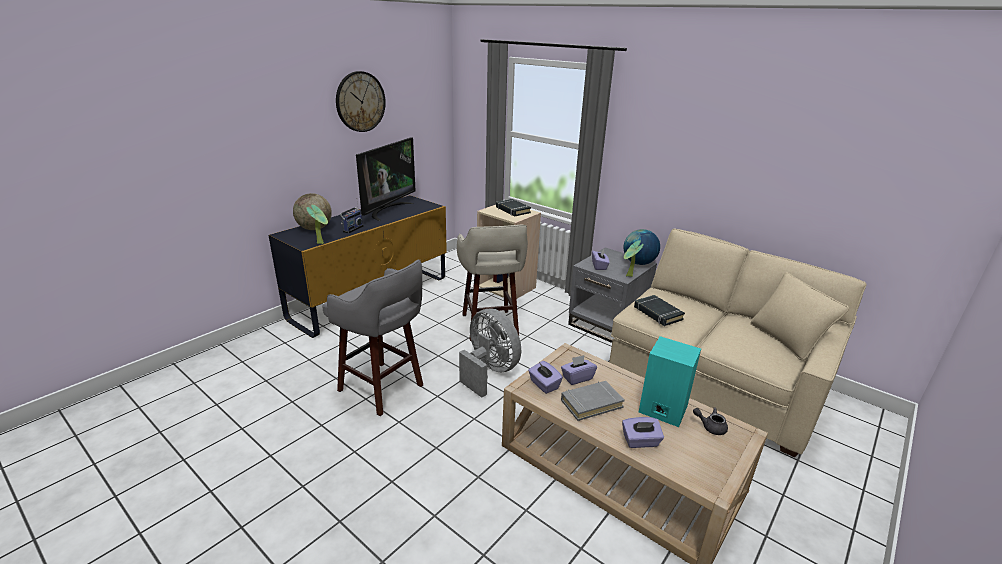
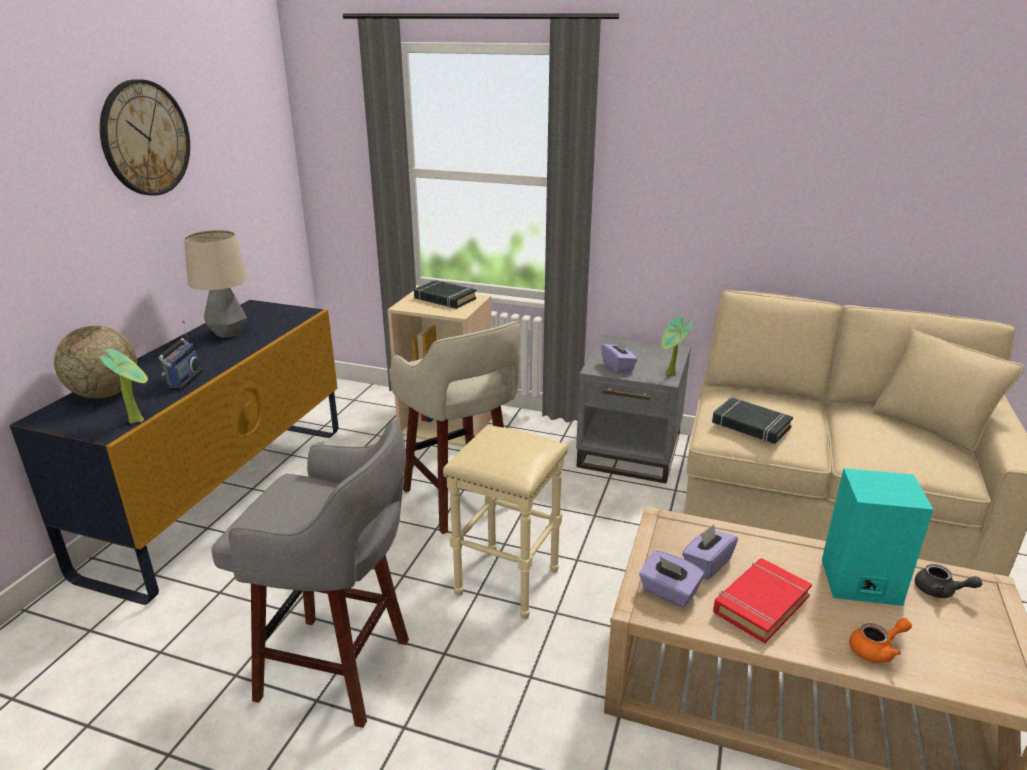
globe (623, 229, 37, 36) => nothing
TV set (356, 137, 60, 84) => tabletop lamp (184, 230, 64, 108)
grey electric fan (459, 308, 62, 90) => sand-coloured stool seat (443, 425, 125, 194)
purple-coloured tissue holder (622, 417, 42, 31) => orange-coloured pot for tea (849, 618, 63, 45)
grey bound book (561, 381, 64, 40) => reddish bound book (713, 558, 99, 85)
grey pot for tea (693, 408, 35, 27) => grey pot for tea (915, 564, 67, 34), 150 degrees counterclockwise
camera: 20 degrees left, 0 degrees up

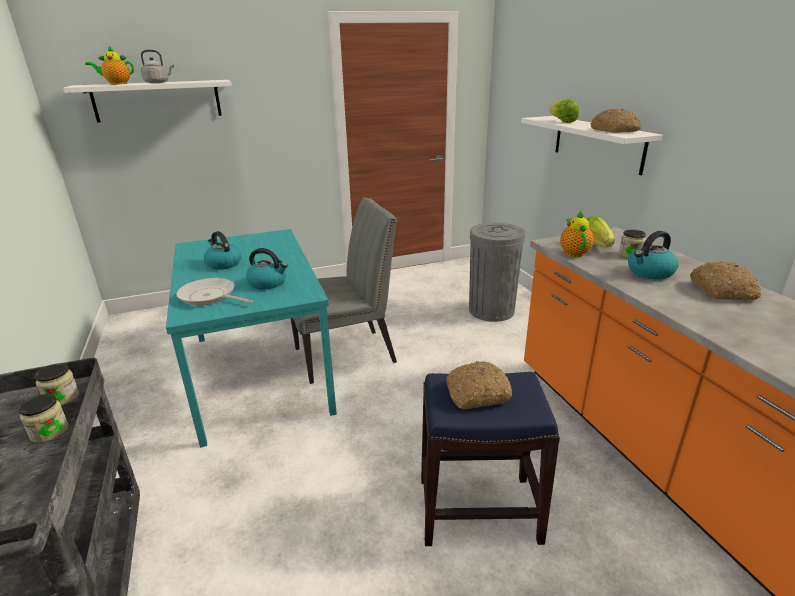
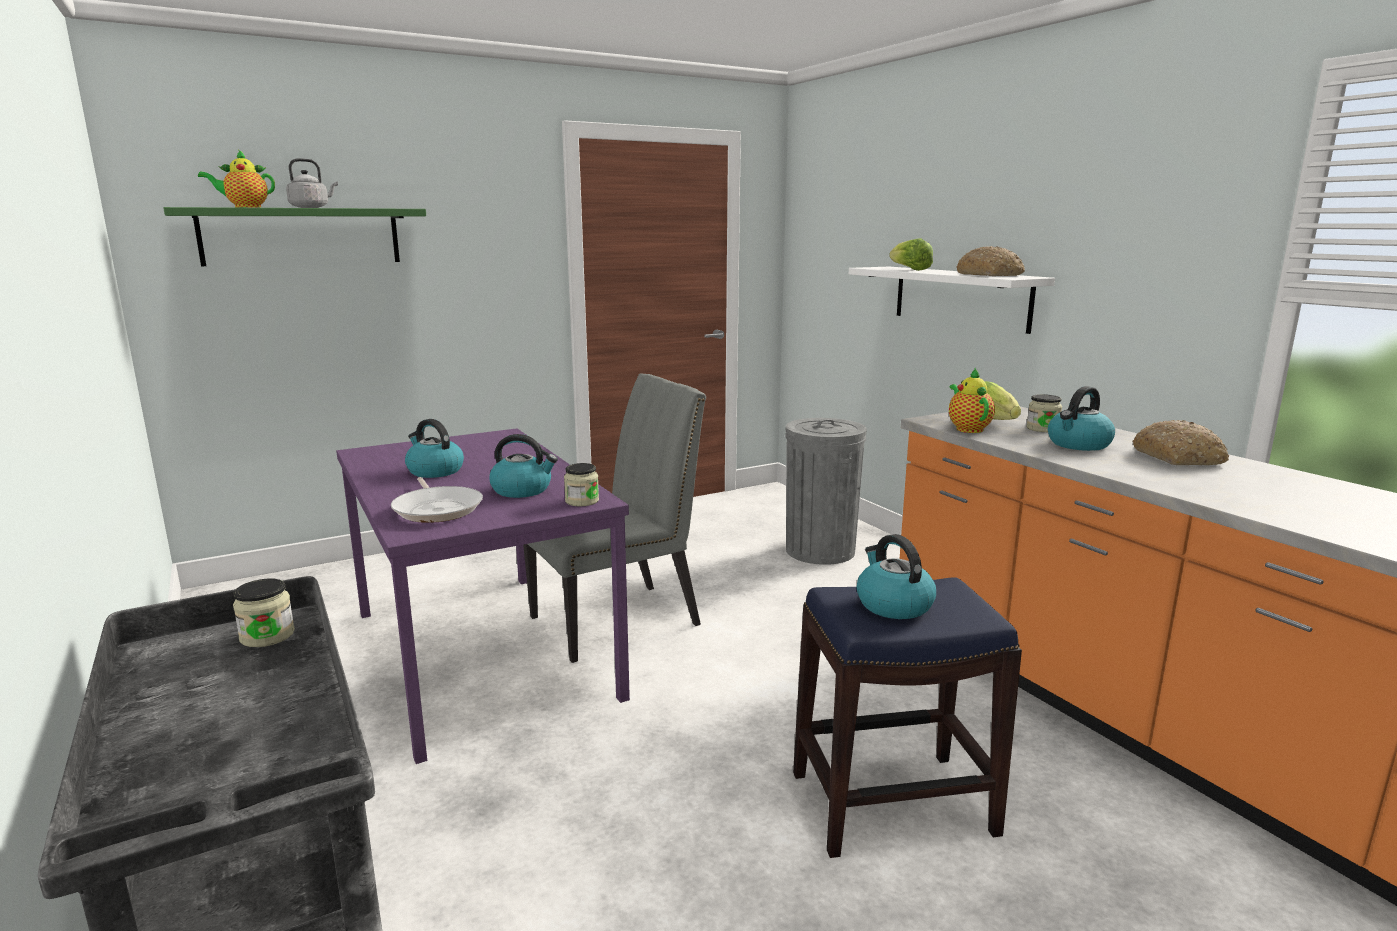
jar (19, 394, 50, 49) => jar (564, 463, 35, 43), moved
bakery bread (446, 361, 66, 48) => water kettle (857, 534, 79, 85)
whitish shelf (63, 80, 168, 43) => green-coloured shelf (163, 207, 263, 59)
turquoise dining table (166, 229, 171, 219) => purple-coloured dining table (336, 428, 294, 336)
skillet (176, 278, 77, 27) => skillet (391, 477, 92, 46), 135 degrees counterclockwise
camera: 10 degrees left, 10 degrees down

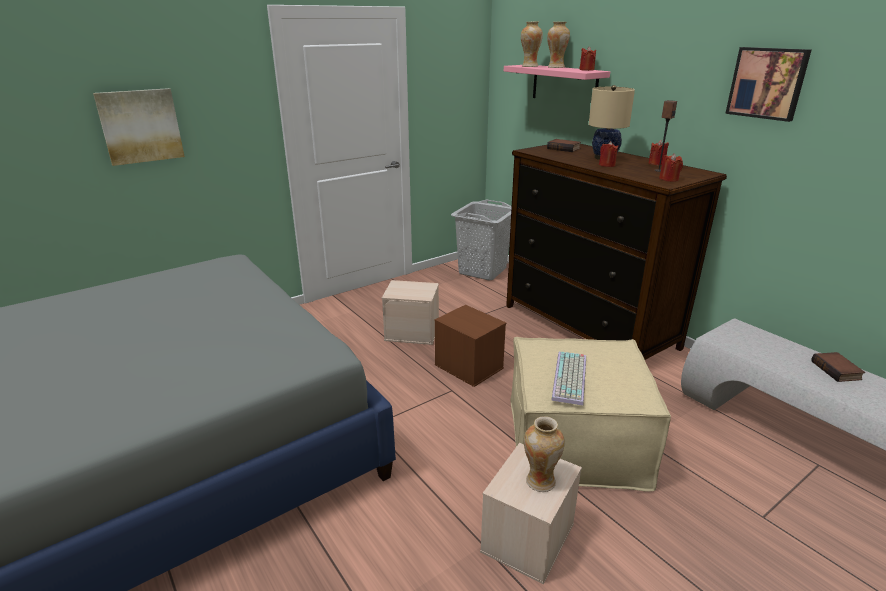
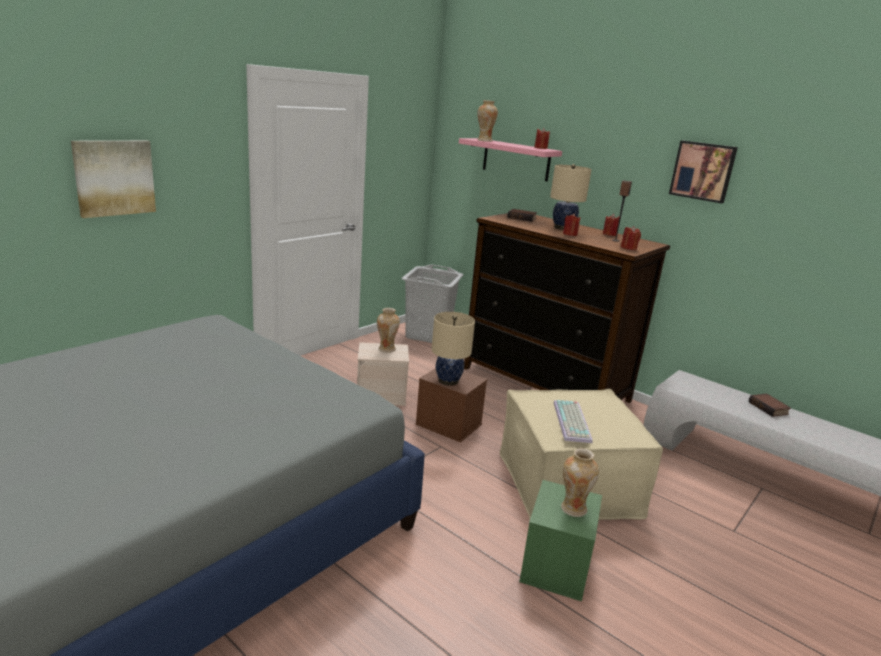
nothing => sand-coloured tabletop lamp (431, 312, 44, 74)
vase (547, 22, 23, 46) => vase (377, 308, 23, 45), moved
sand-coloured storage container (480, 443, 102, 141) => green-coloured storage container (519, 480, 83, 121)
camera: 15 degrees left, 5 degrees down

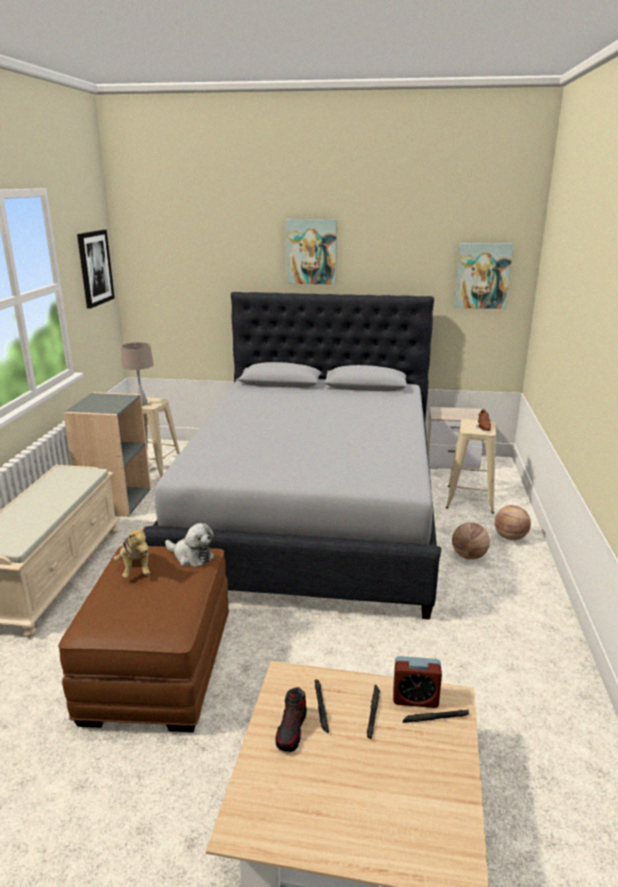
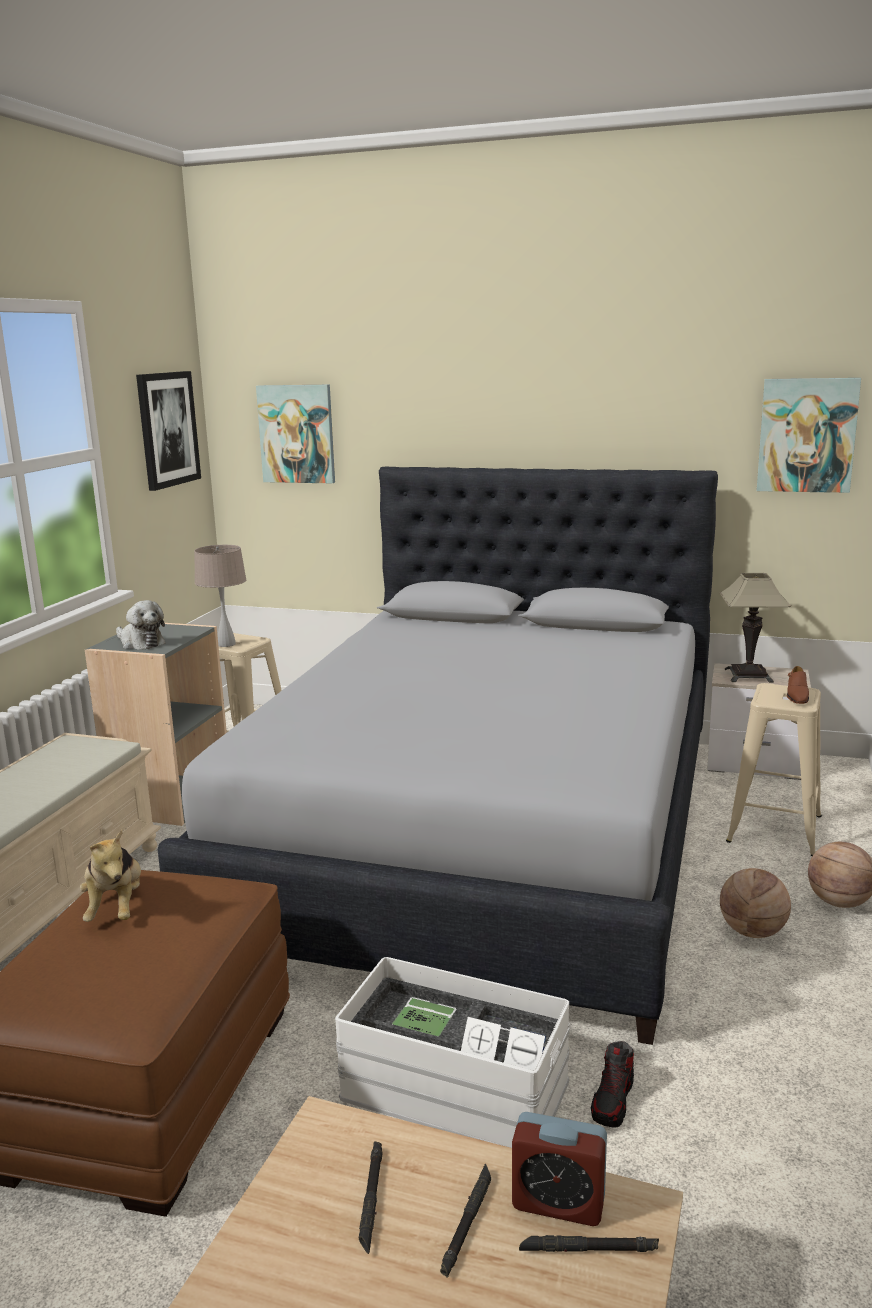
nothing => whitish storage container (335, 957, 235, 191)
nothing => tabletop lamp (720, 573, 71, 110)
plush toy (165, 523, 49, 44) => plush toy (116, 600, 50, 50), moved
shoe (275, 687, 32, 65) => shoe (591, 1041, 43, 87), moved
wall art (286, 219, 51, 66) => wall art (256, 385, 79, 98), moved
camera: 10 degrees right, 5 degrees down

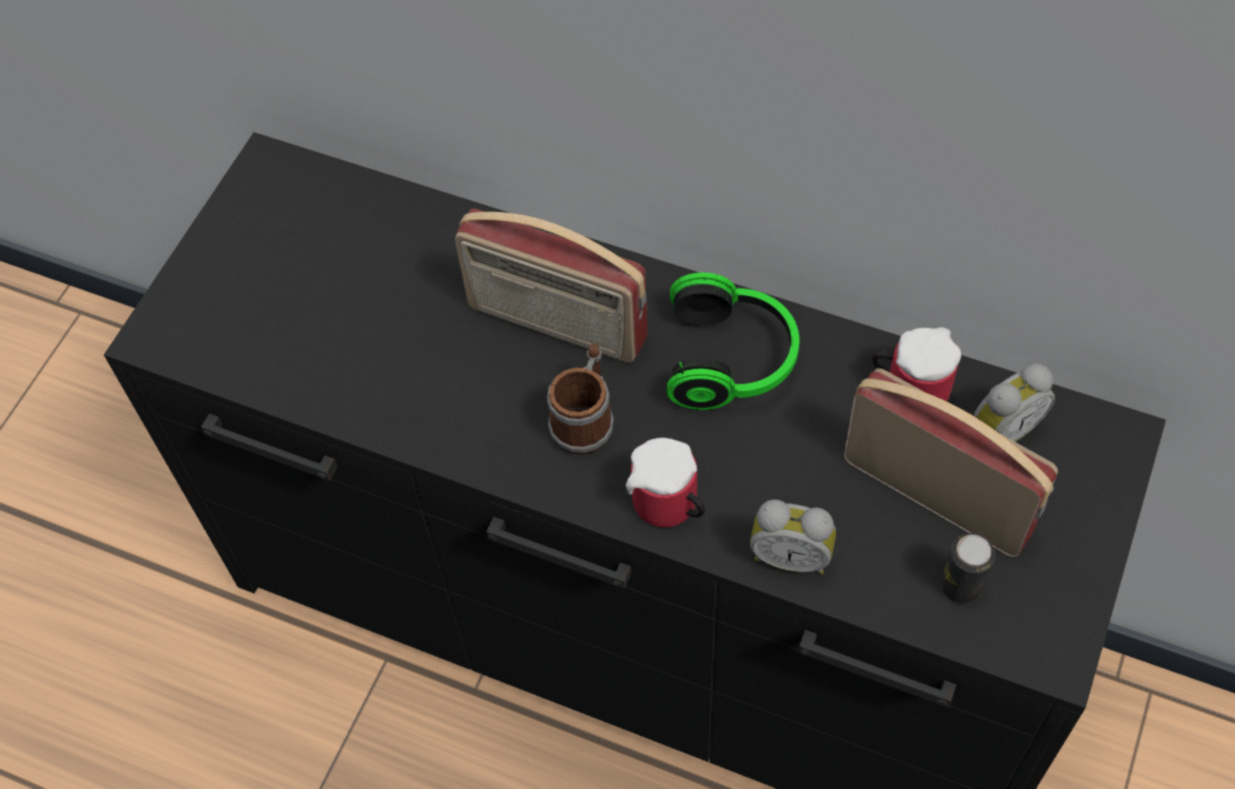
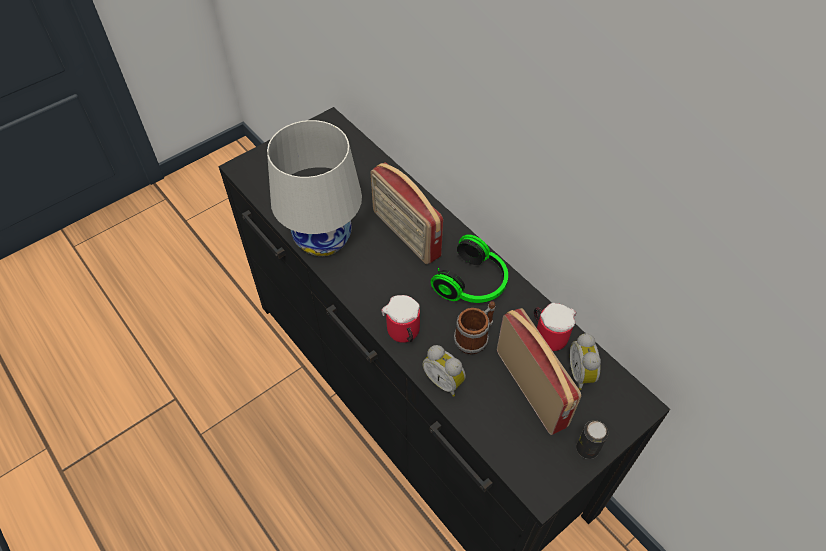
nothing => whitish tabletop lamp (267, 120, 95, 136)
coffee mug (547, 344, 67, 111) => coffee mug (454, 301, 42, 53), moved
sealed can (940, 533, 55, 71) => sealed can (576, 420, 32, 39), moved
alarm clock (974, 364, 81, 78) => alarm clock (570, 333, 31, 57), 90 degrees clockwise
camera: 25 degrees right, 5 degrees down

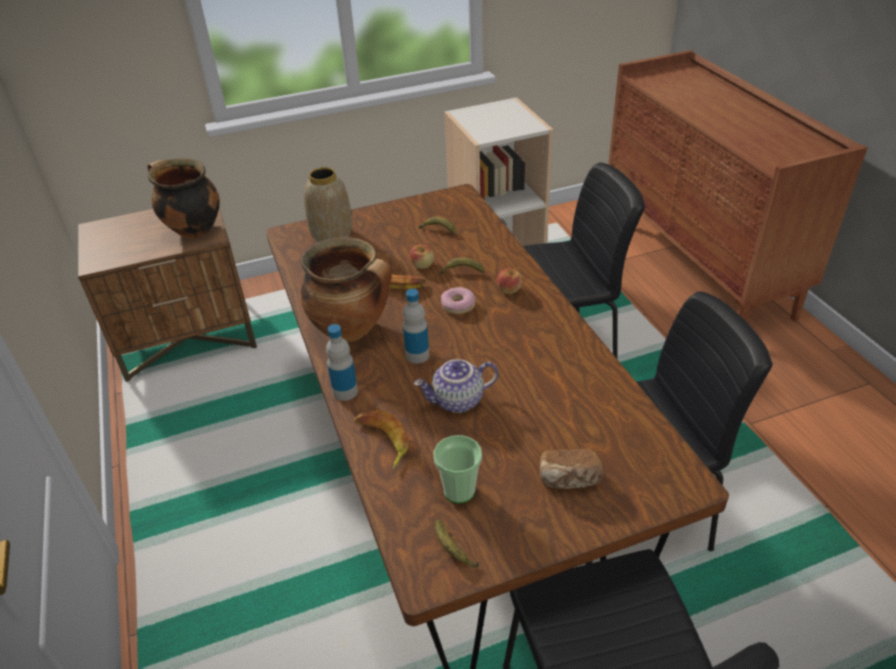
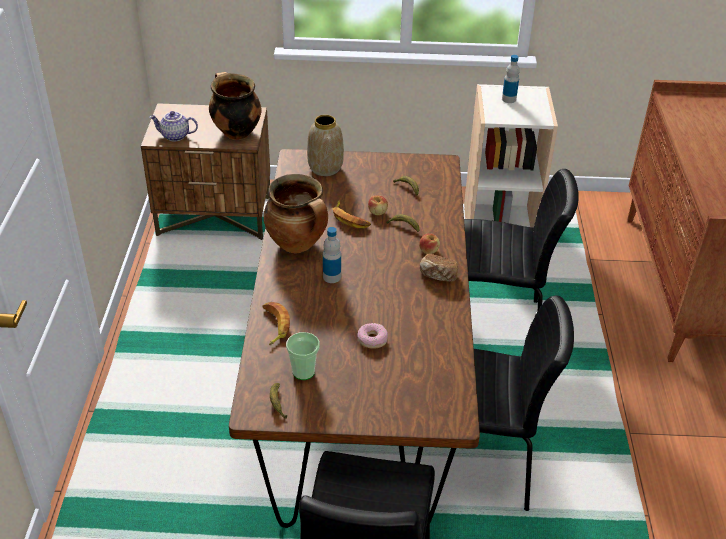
beverage bottle (326, 324, 32, 77) => beverage bottle (502, 55, 18, 48), moved
pot for tea (414, 359, 85, 54) => pot for tea (150, 111, 48, 31), moved
doughnut (441, 287, 35, 27) => doughnut (357, 323, 31, 26), moved
bakery bread (540, 448, 63, 41) => bakery bread (420, 253, 38, 29), moved
camera: 20 degrees right, 0 degrees up

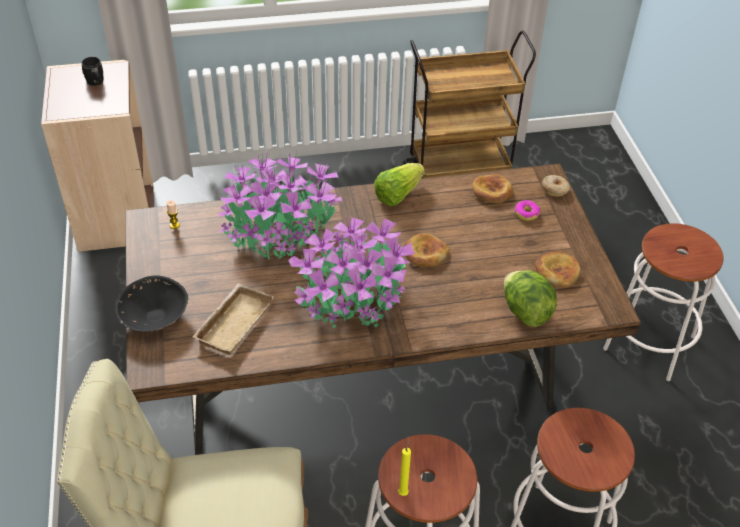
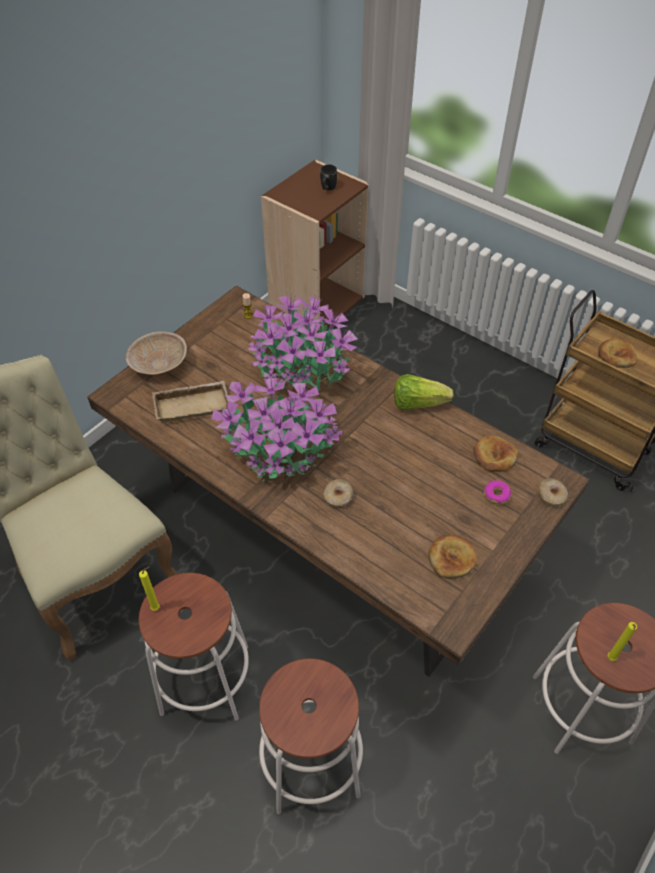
lettuce head (504, 270, 53, 57) => nothing
nothing => doughnut (323, 479, 30, 28)
nothing => yellow wax candle (608, 622, 29, 39)
bakery bread (404, 233, 46, 34) => bakery bread (598, 339, 39, 29), moved
black-coloured deep dish (115, 275, 73, 57) => sand-coloured deep dish (126, 331, 61, 44)
camera: 50 degrees right, 5 degrees up

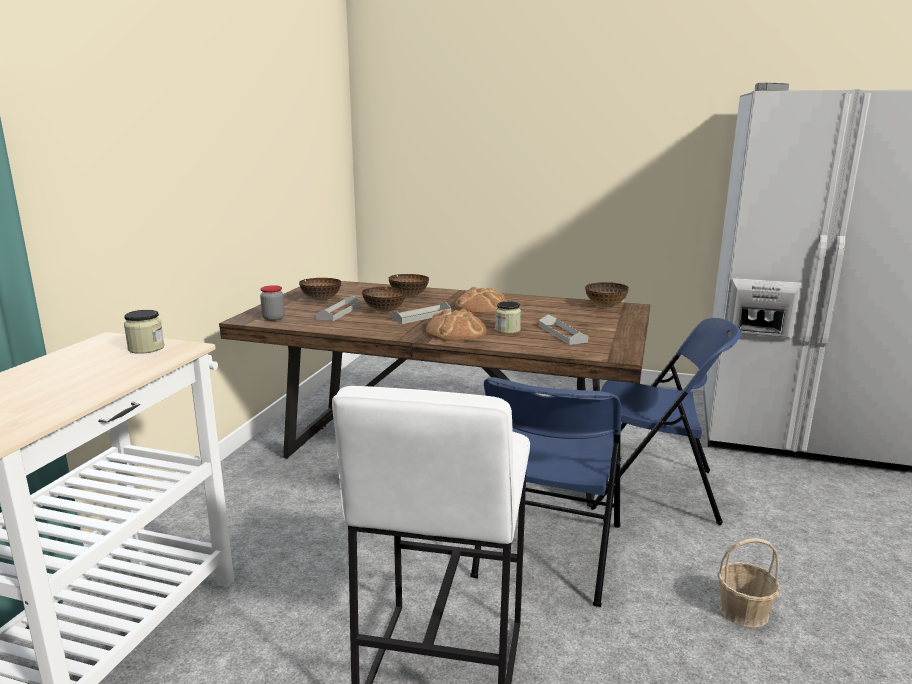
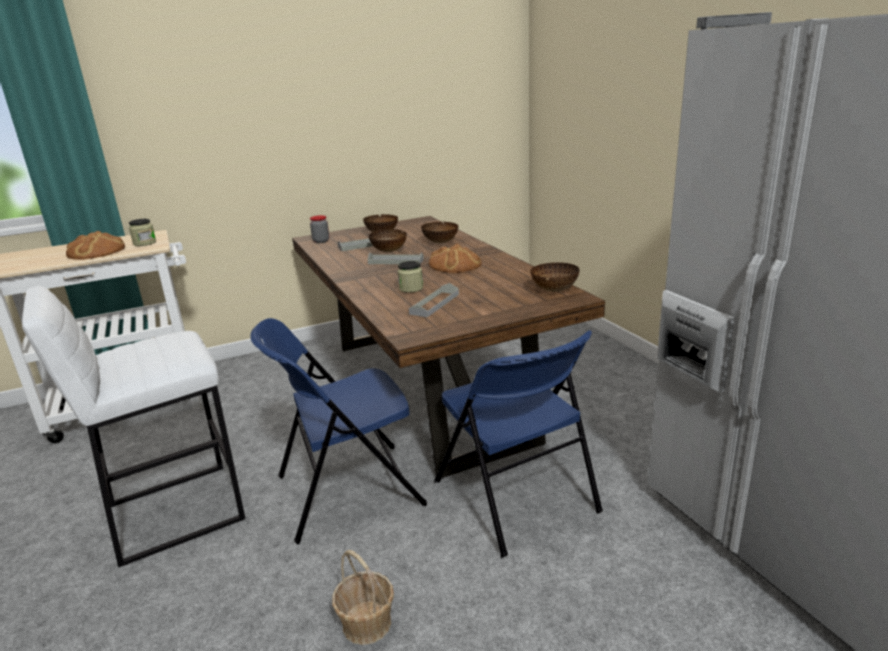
bakery bread (426, 309, 61, 32) => bakery bread (66, 231, 59, 29), moved
camera: 50 degrees right, 5 degrees up

